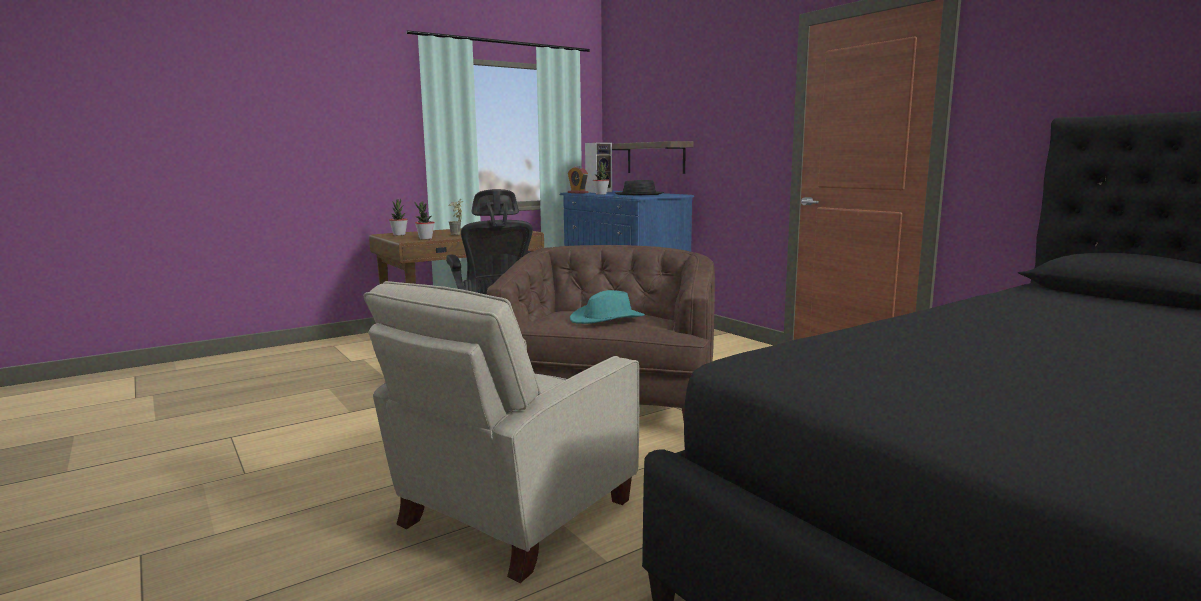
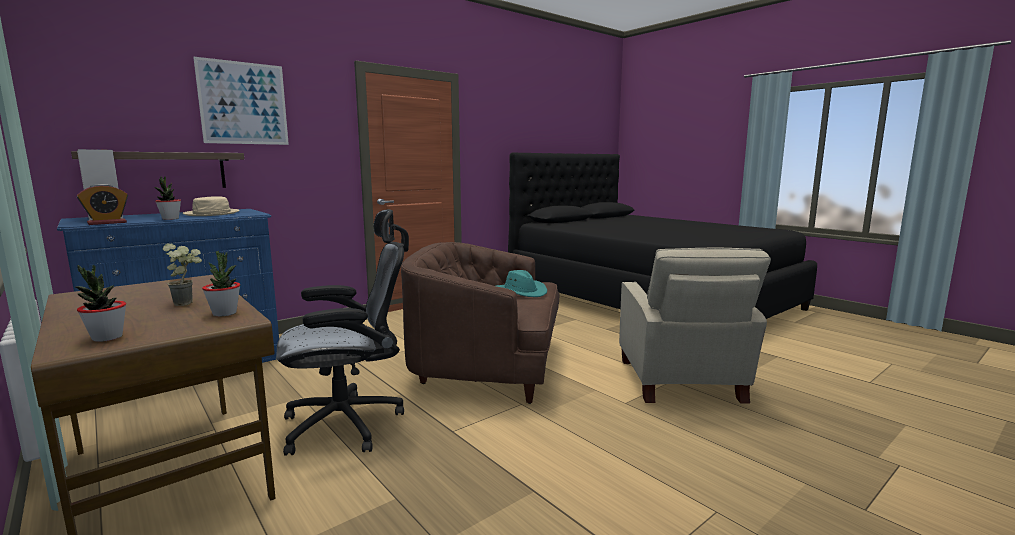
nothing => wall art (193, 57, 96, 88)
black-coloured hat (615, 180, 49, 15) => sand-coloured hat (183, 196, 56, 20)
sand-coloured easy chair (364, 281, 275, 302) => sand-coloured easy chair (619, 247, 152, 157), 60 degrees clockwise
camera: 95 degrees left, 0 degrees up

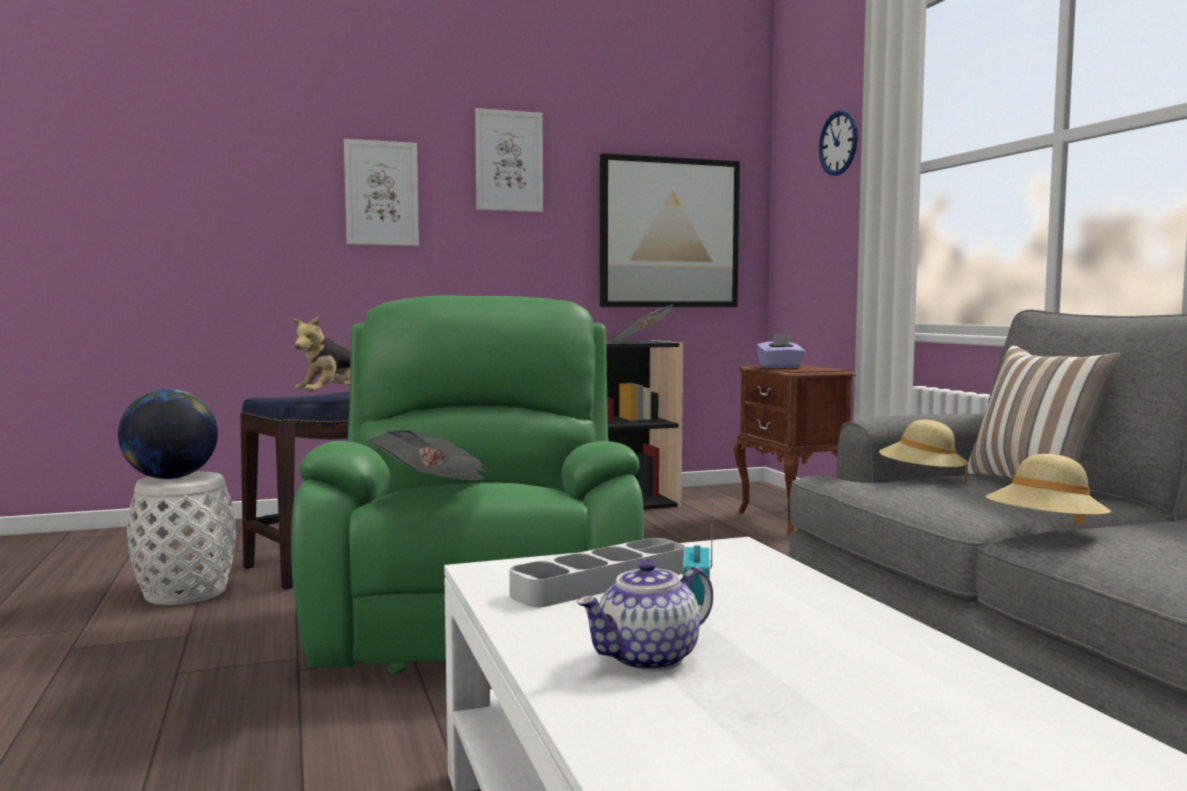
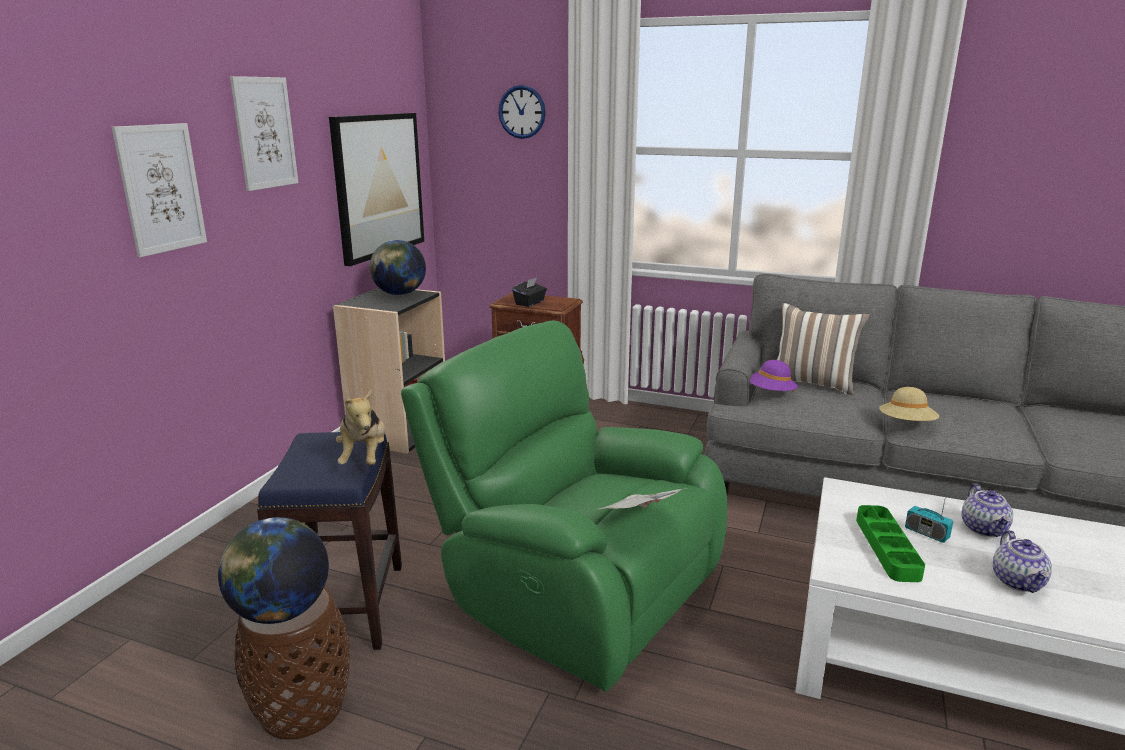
nothing => pot for tea (962, 484, 51, 53)
printed paper (612, 304, 62, 37) => globe (370, 240, 56, 55)
whitish stool seat (127, 471, 109, 134) => brownish stool seat (235, 587, 115, 153)
grey tray (509, 538, 177, 69) => green-coloured tray (856, 505, 69, 77)
purple-coloured tissue holder (756, 334, 49, 34) => black-coloured tissue holder (512, 278, 35, 29)
sand-coloured hat (879, 419, 89, 64) => purple-coloured hat (750, 360, 48, 32)
camera: 50 degrees left, 15 degrees up

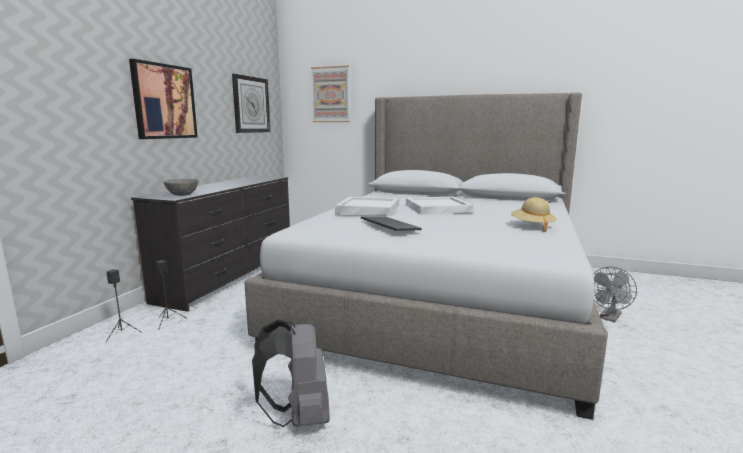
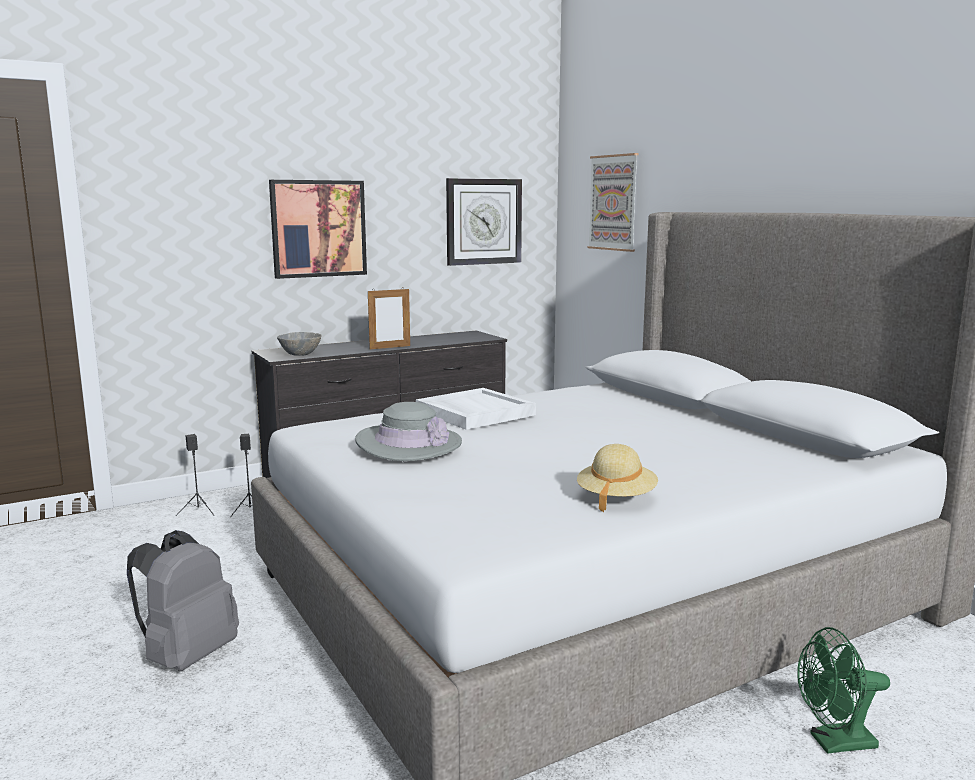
whitish tray (406, 196, 67, 19) => nothing
nothing => photo frame (368, 287, 42, 62)
PC keyboard (361, 216, 61, 15) => grey hat (355, 402, 107, 59)
grey electric fan (593, 267, 44, 55) => green-coloured electric fan (797, 627, 93, 127)
camera: 40 degrees right, 0 degrees up

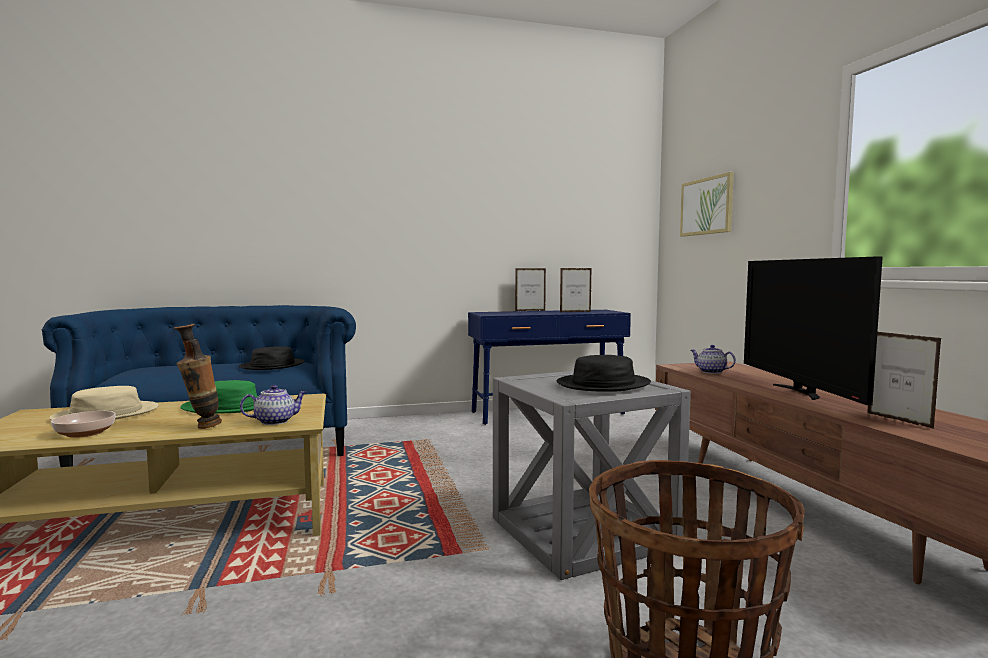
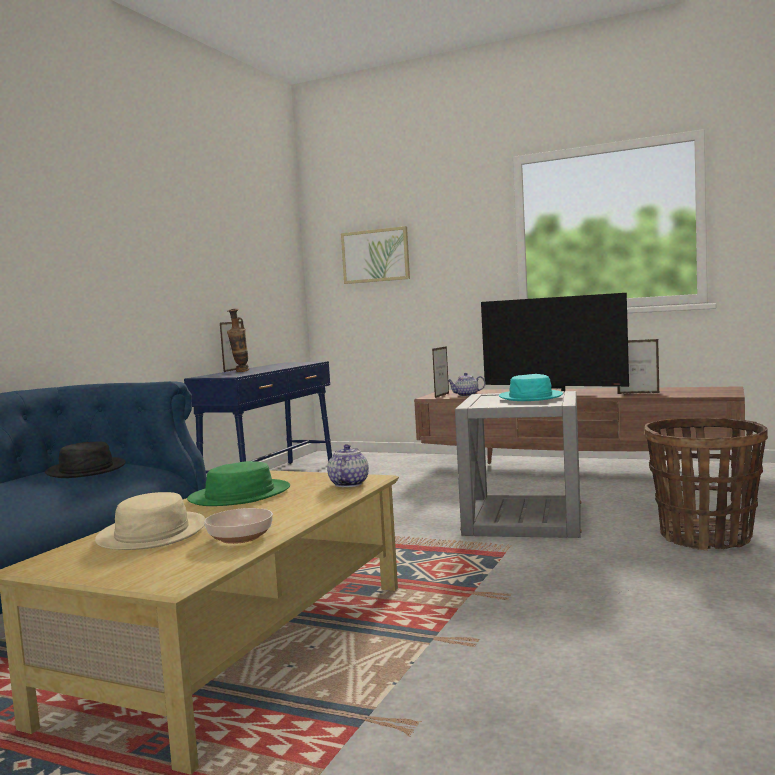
vase (174, 324, 48, 105) => vase (227, 309, 22, 63), moved
photo frame (560, 268, 32, 44) => photo frame (432, 346, 17, 52), moved
black-coloured hat (557, 355, 94, 37) => turquoise hat (499, 374, 64, 27)
camera: 50 degrees left, 0 degrees up

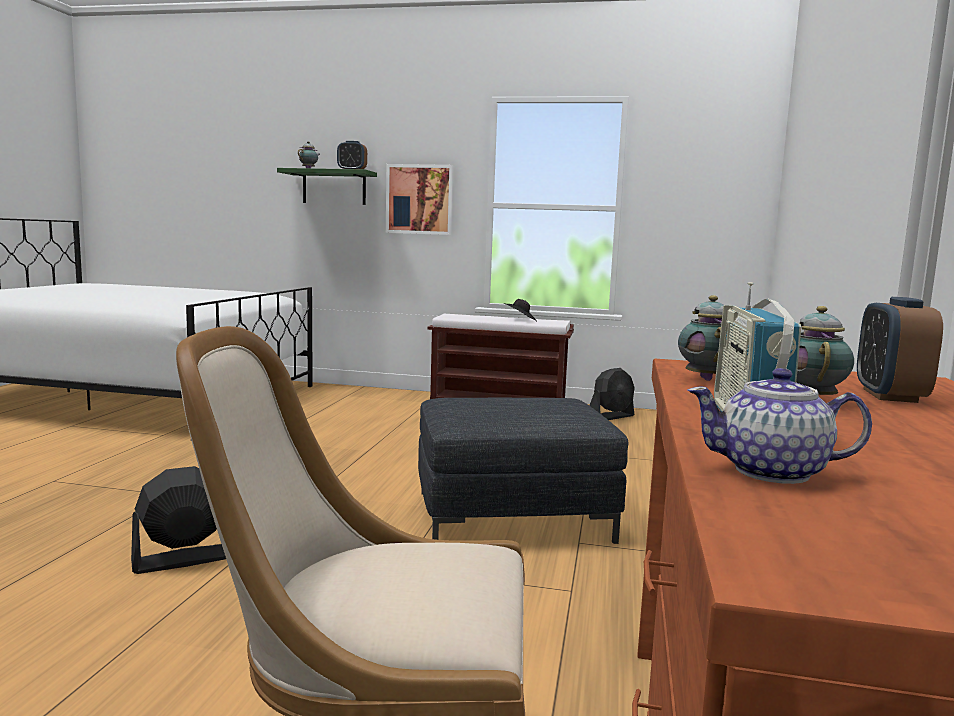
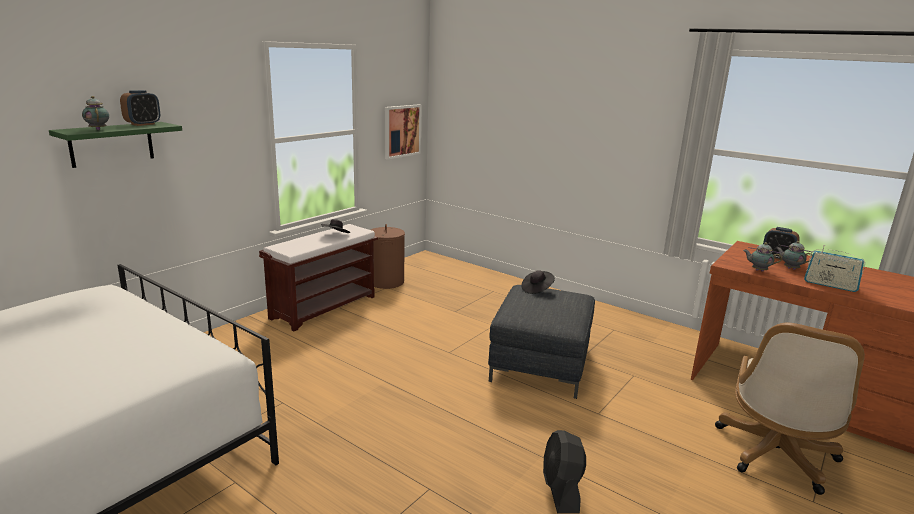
pot for tea (687, 368, 185, 116) => nothing
nothing => black-coloured hat (521, 270, 34, 24)
wall art (386, 164, 68, 71) => wall art (385, 104, 37, 56), moved
black-coloured electric fan (590, 368, 45, 52) => brownish laundry basket (371, 224, 34, 65)
camera: 65 degrees left, 10 degrees up

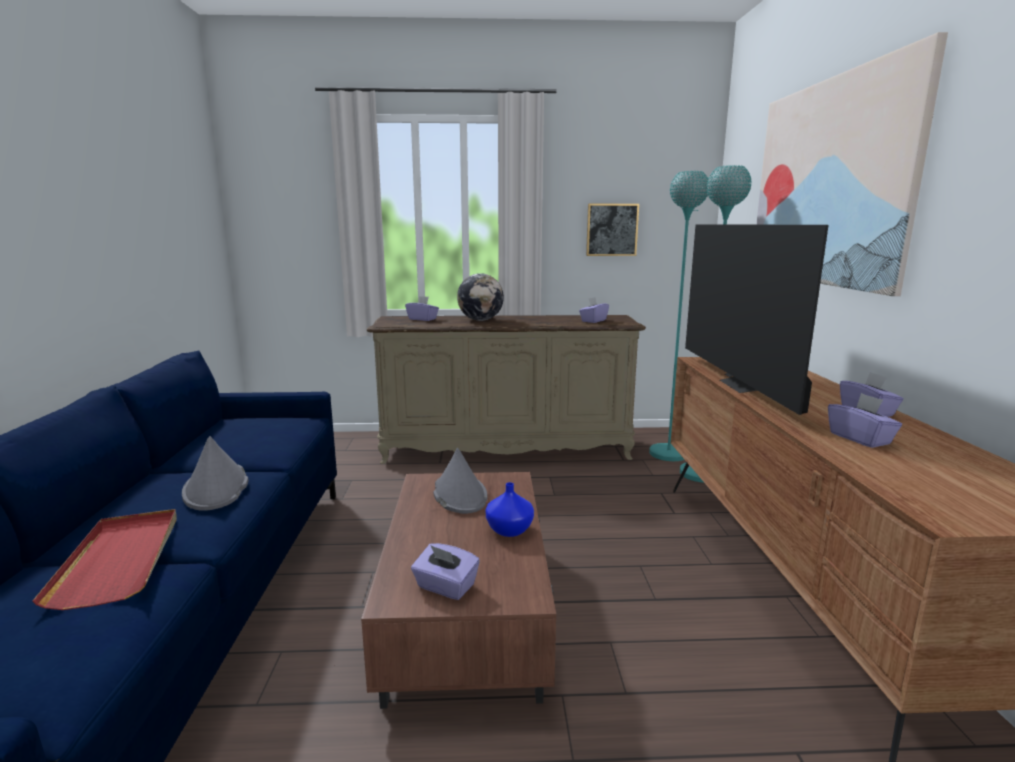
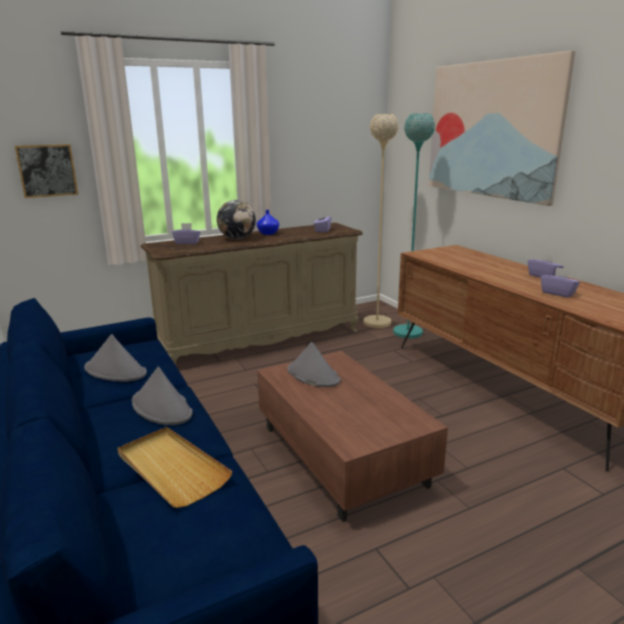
purple-coloured tissue holder (411, 543, 69, 57) => nothing
TV set (685, 225, 144, 190) => nothing
nothing => grey hat (84, 334, 63, 48)
blue-coloured vase (486, 482, 48, 55) => blue-coloured vase (257, 210, 22, 25), moved
wall art (586, 204, 53, 52) => wall art (15, 144, 63, 54), moved
reddish tray (33, 509, 144, 101) => sand-coloured tray (118, 427, 115, 81)
turquoise standing lamp (649, 171, 60, 290) => sand-coloured standing lamp (363, 114, 35, 214)
camera: 25 degrees left, 5 degrees up

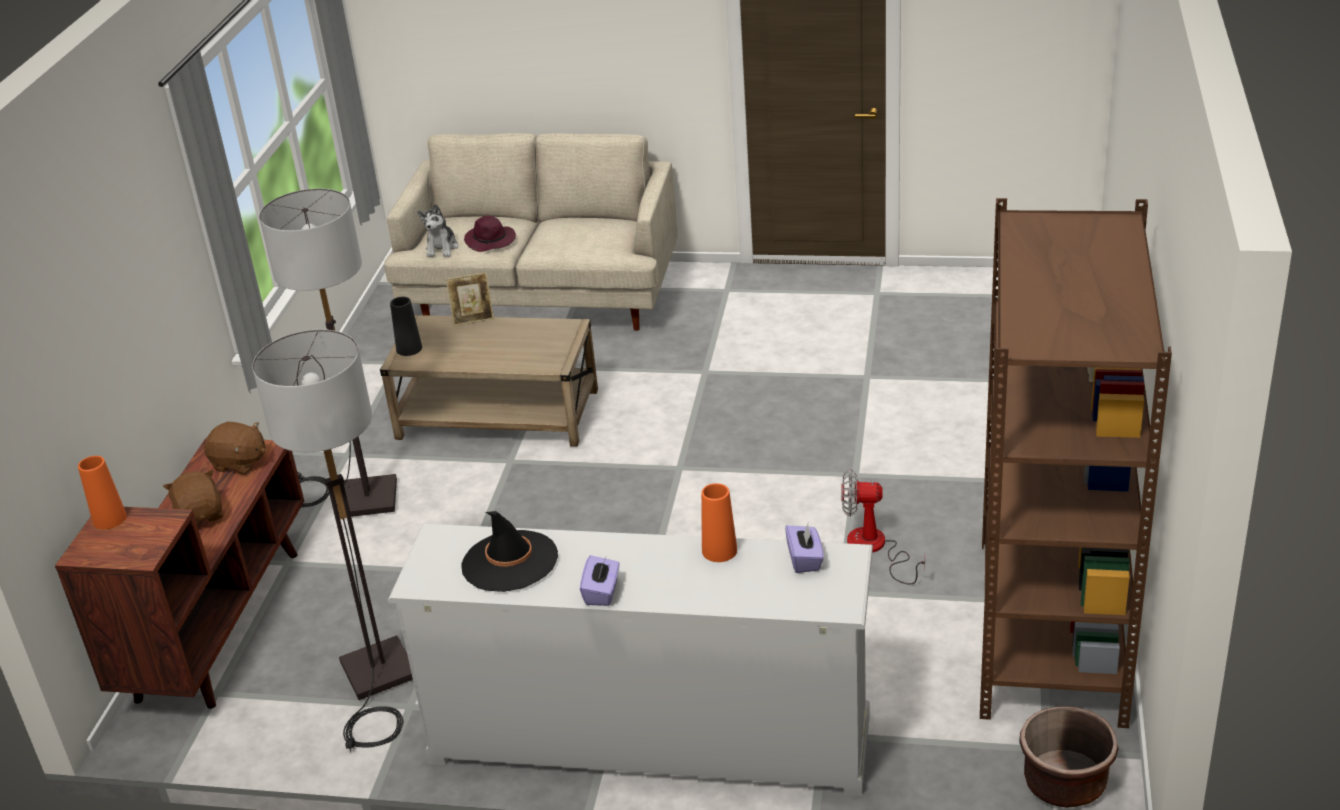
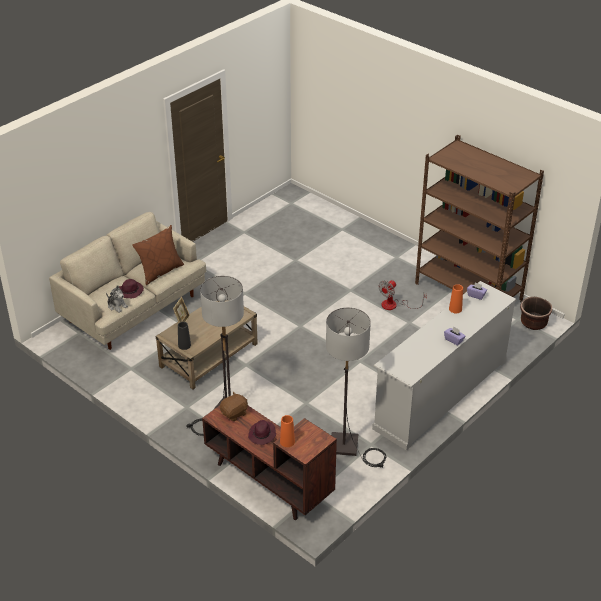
black-coloured hat (462, 511, 96, 81) => nothing
nothing => brownish pillow (132, 225, 52, 60)
brownish plush toy (163, 470, 60, 56) => purple-coloured hat (248, 420, 28, 25)
camera: 60 degrees left, 5 degrees up

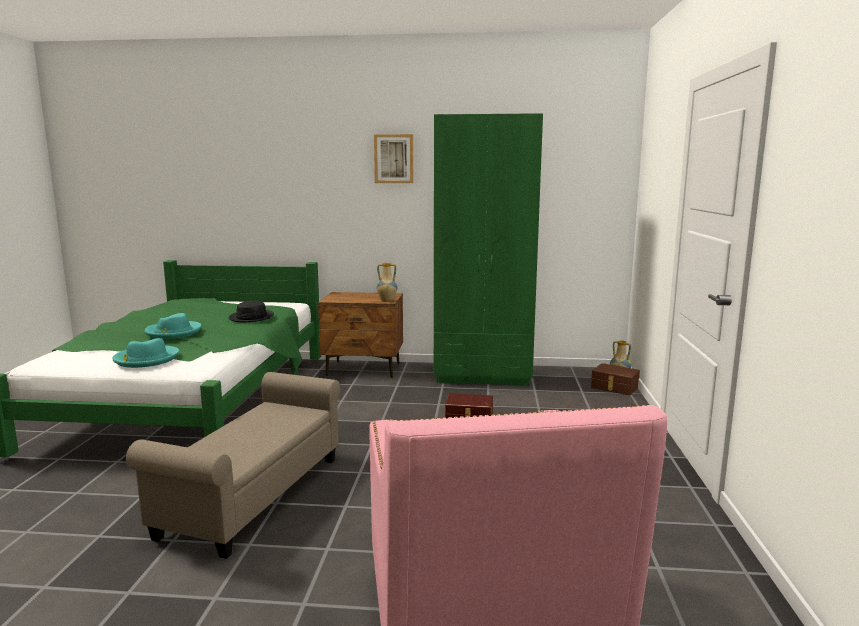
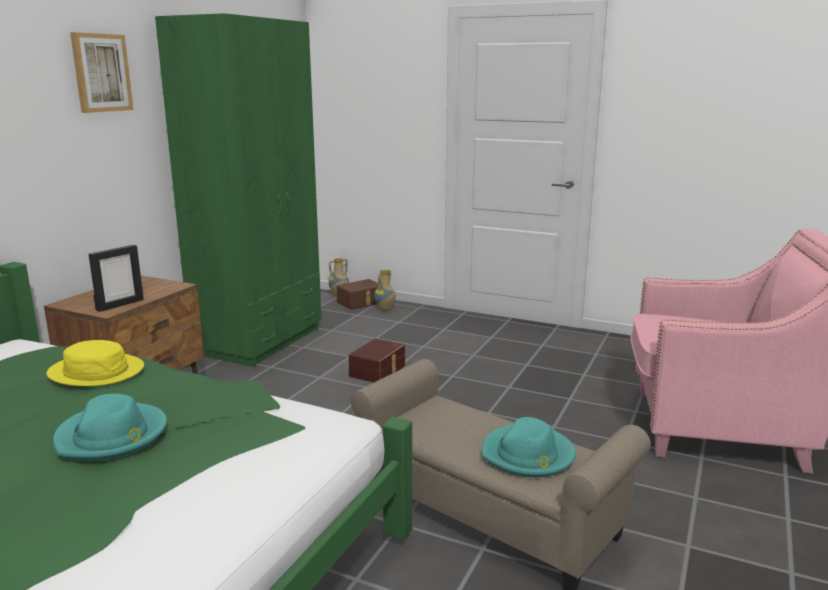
nothing => photo frame (88, 245, 56, 67)
turquoise hat (112, 338, 67, 30) => turquoise hat (482, 417, 94, 60), moved
vase (377, 263, 20, 39) => vase (374, 270, 22, 41), moved
black-coloured hat (229, 301, 45, 21) => yellow hat (46, 340, 98, 46)
camera: 70 degrees left, 5 degrees up

